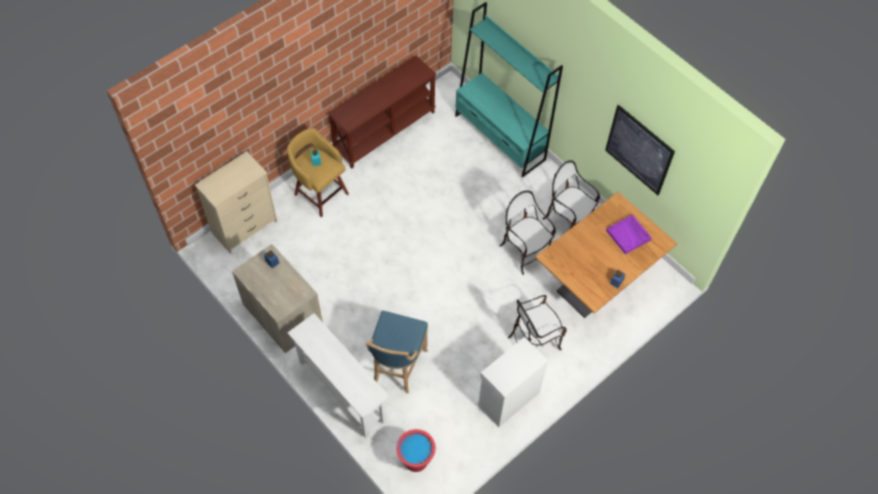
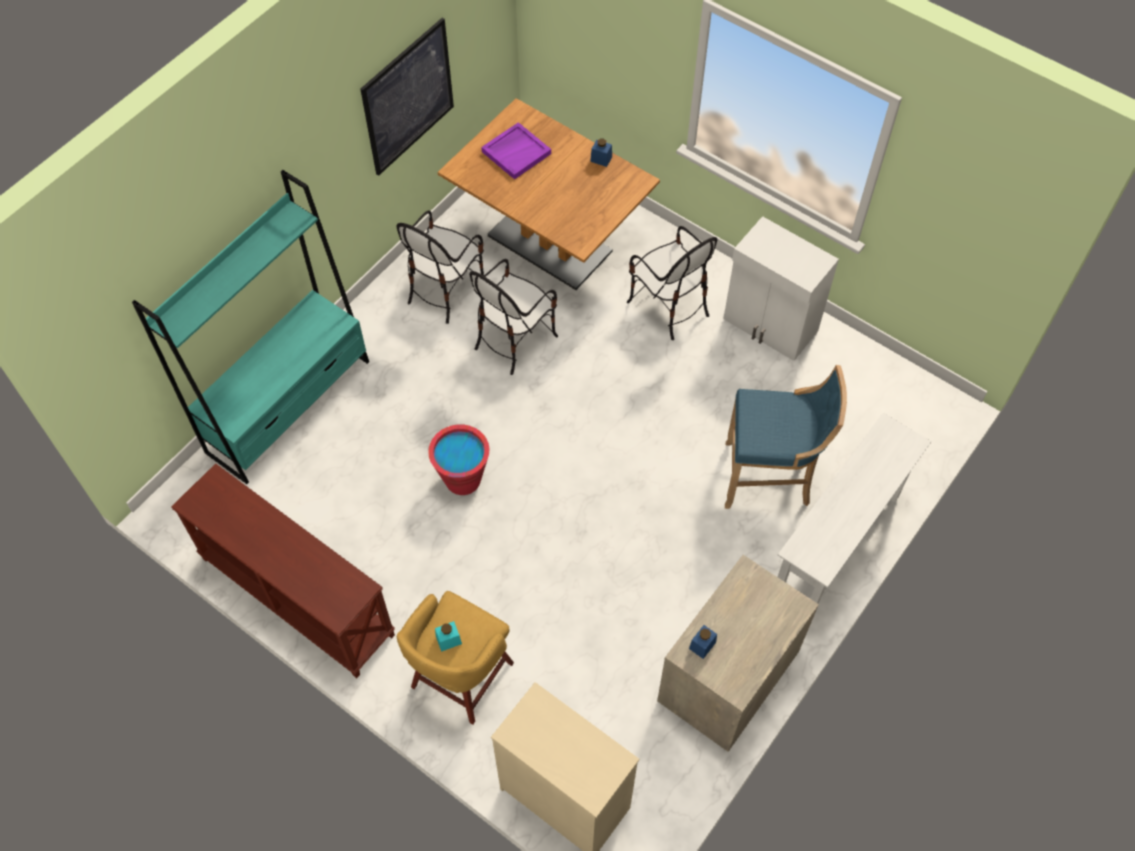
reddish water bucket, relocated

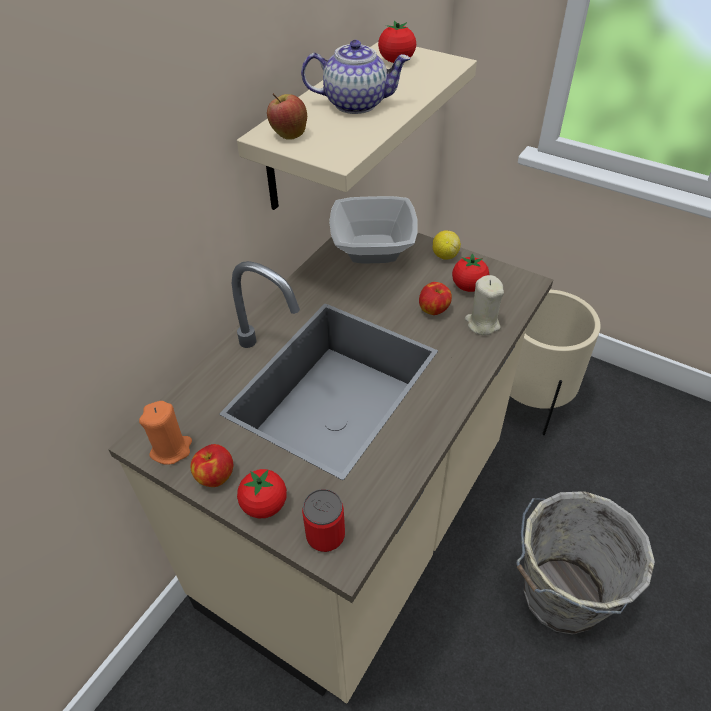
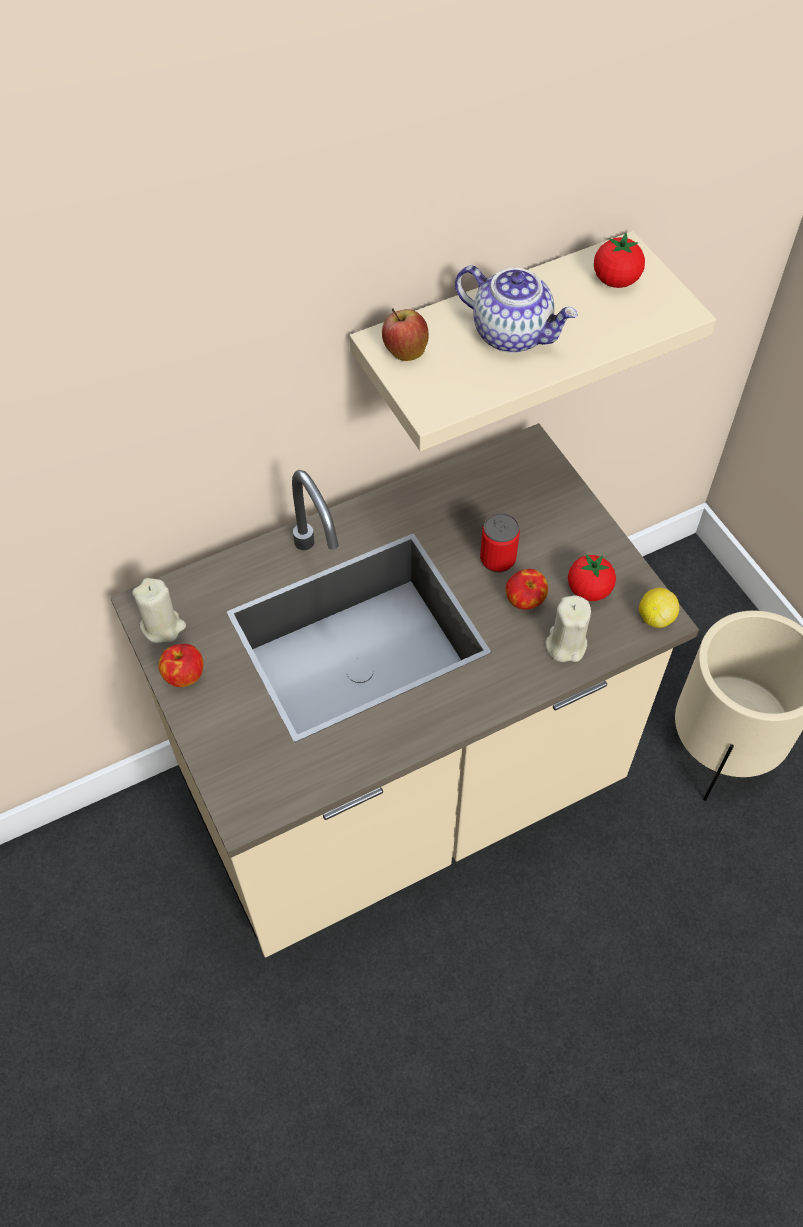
orange-coloured wax candle -> beige-coloured wax candle (no. 1 from left)
metal can, relocated
whole lemon, relocated
whole tomato (no. 1 from left) -> none
deep dish -> none
greyish water bucket -> none

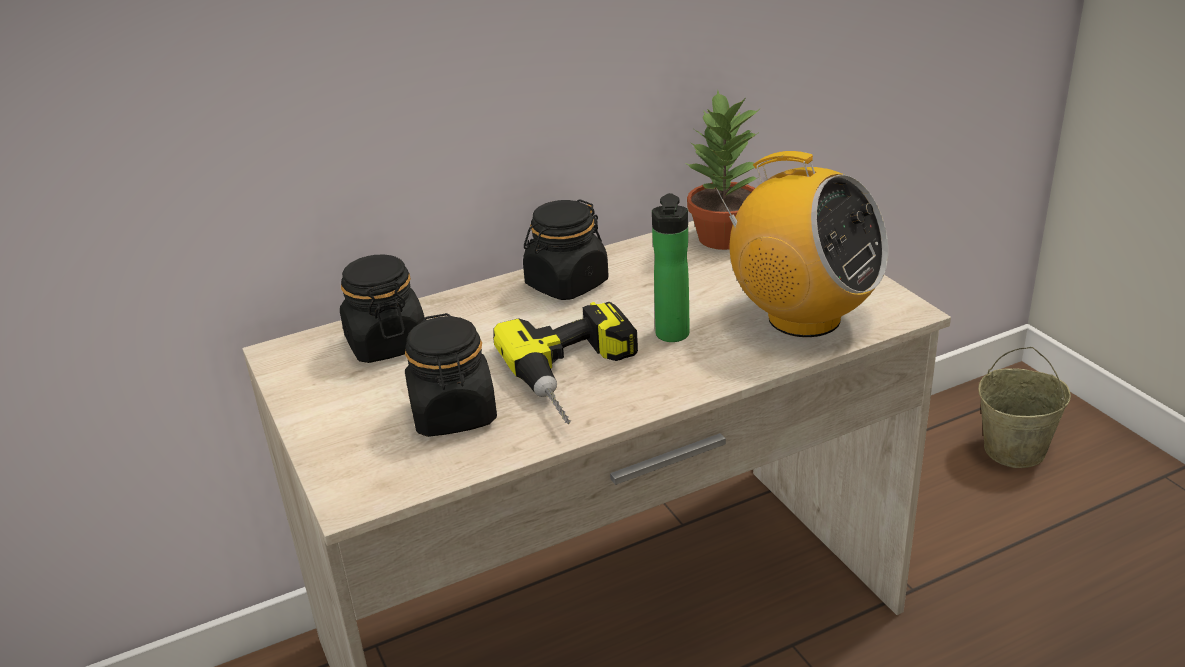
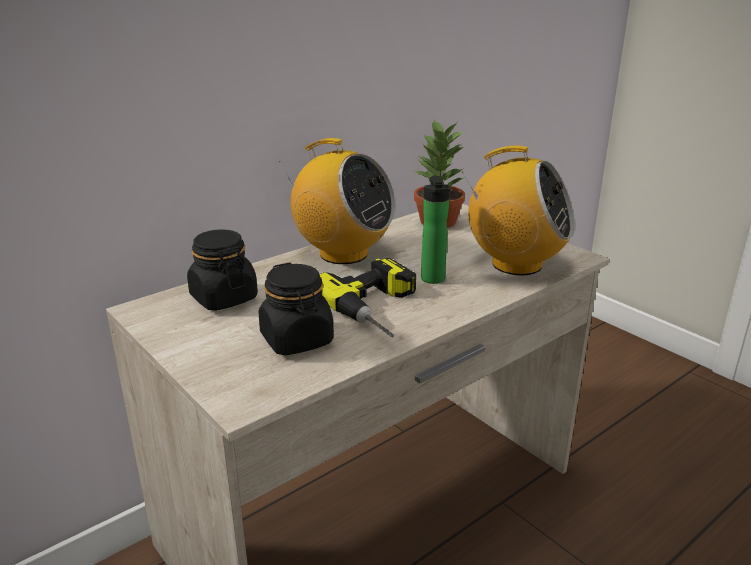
black preserve jar (no. 3 from left) -> radio (no. 1 from left)
beige-coloured water bucket -> none

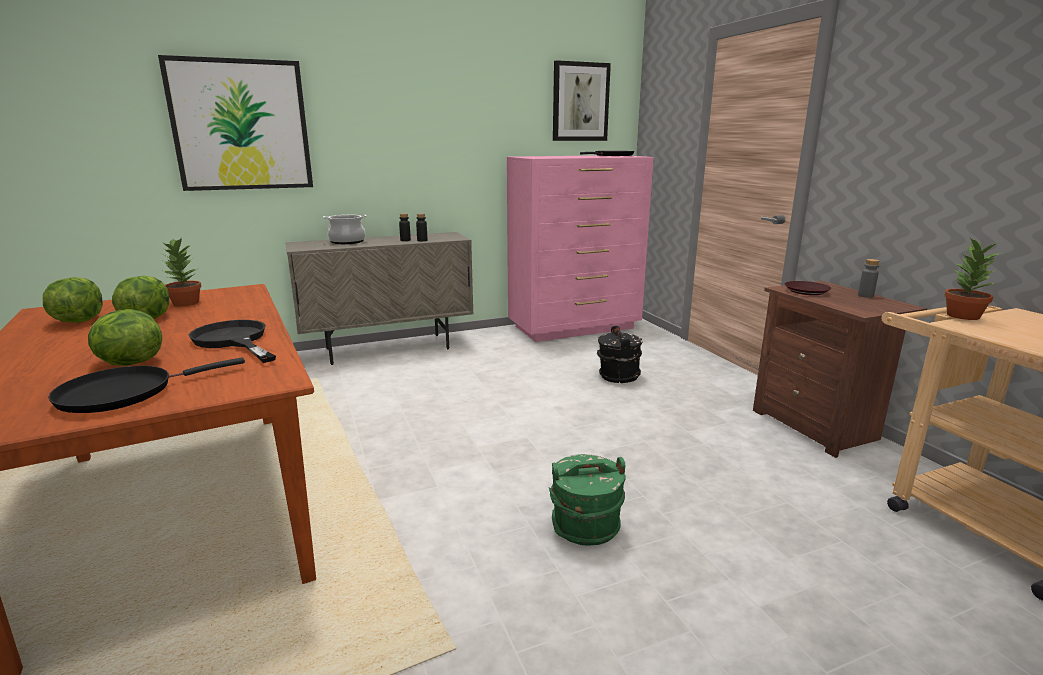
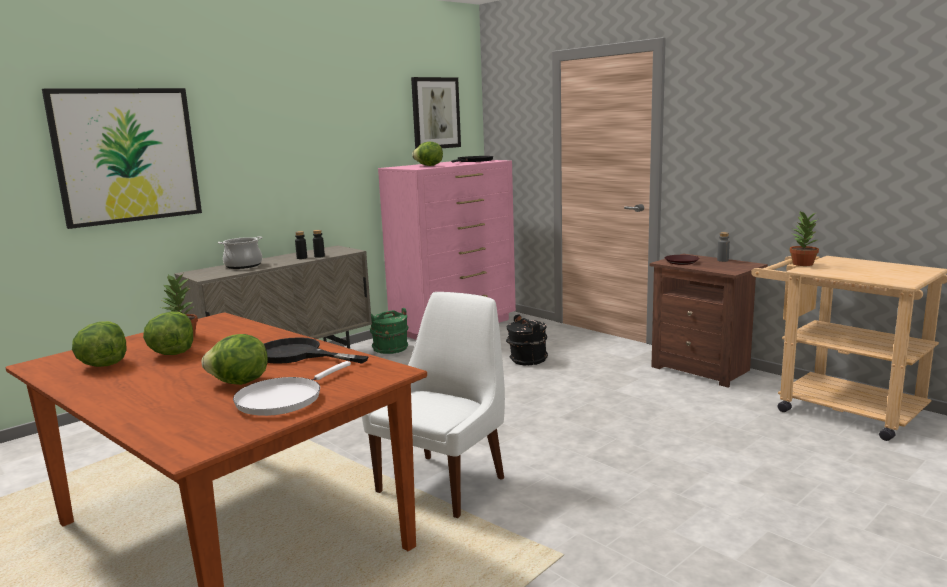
black pan (no. 1 from left) -> white pan
none -> white chair
greenish water bucket, relocated
none -> head of lettuce (no. 4 from left)

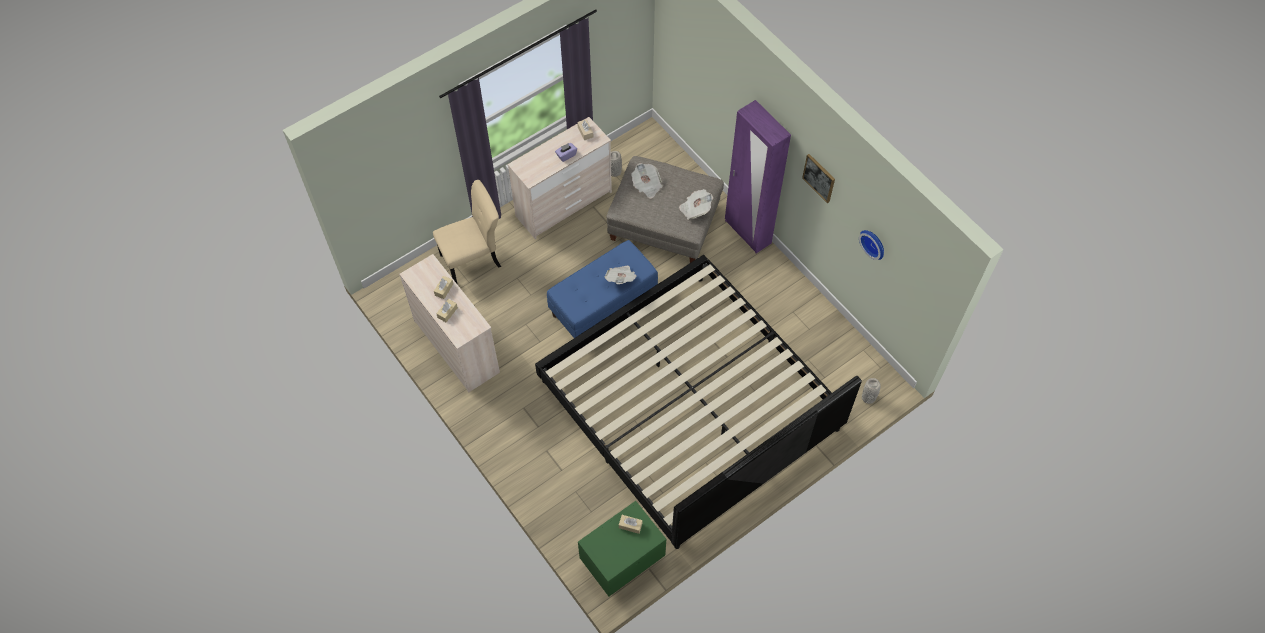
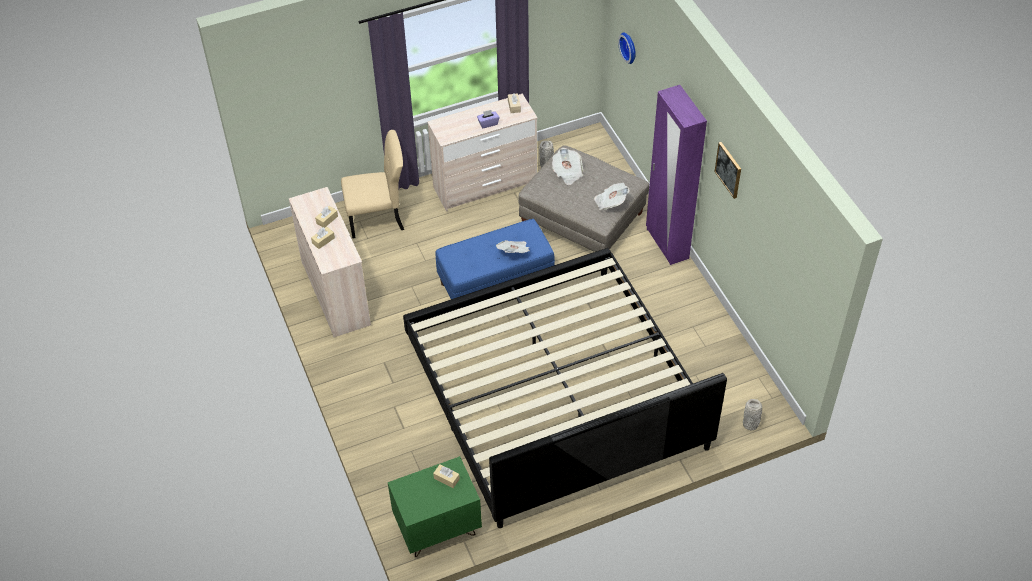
clock on the wall, relocated

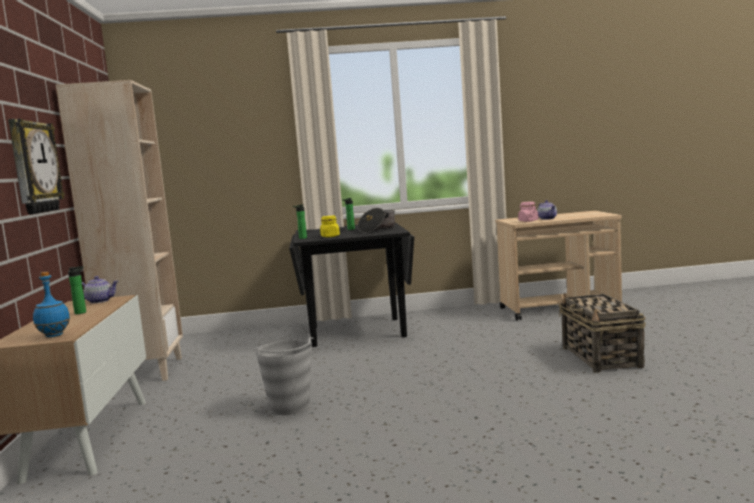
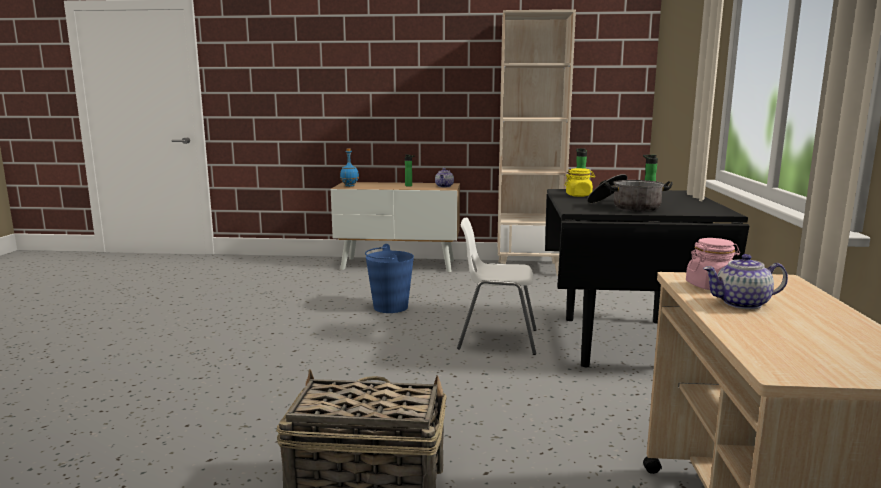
greyish water bucket -> blue water bucket
none -> white chair
clock on the wall -> none

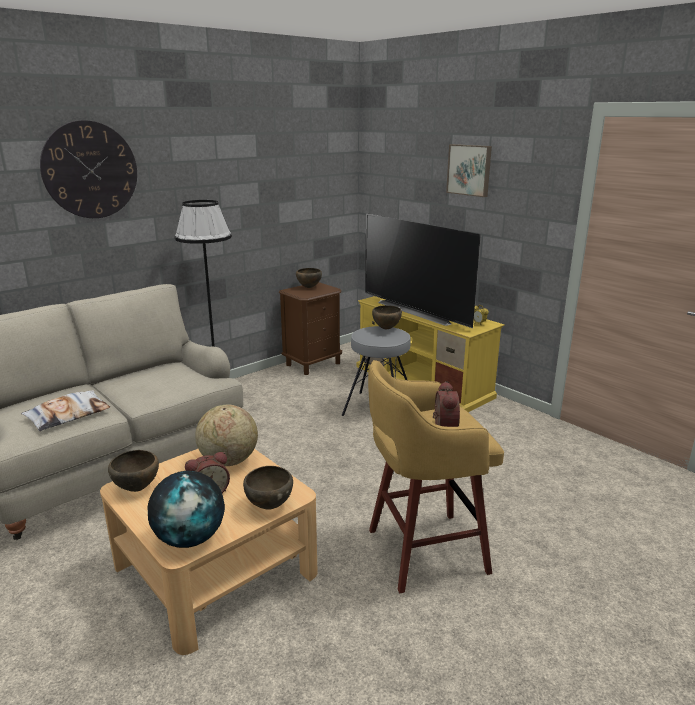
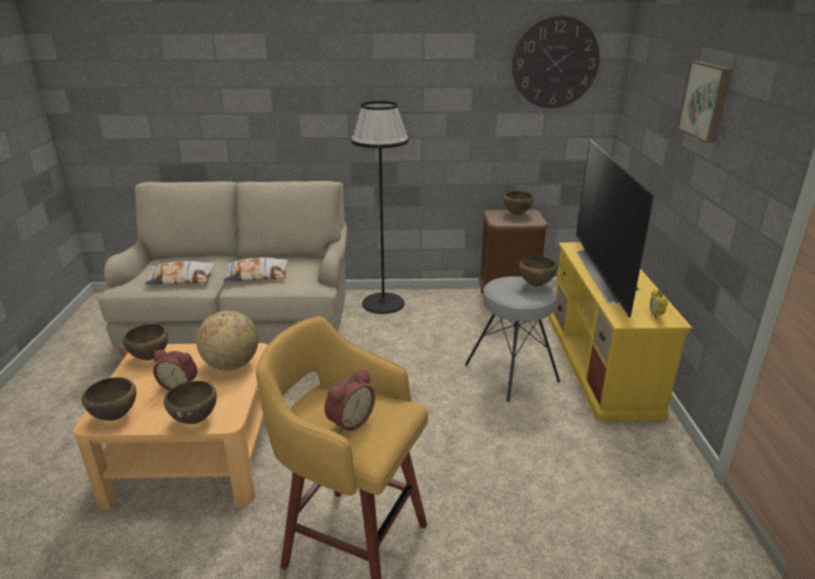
globe (no. 1 from left) -> brown-coloured deep dish (no. 1 from left)
none -> pillow (no. 2 from left)
clock on the wall, relocated

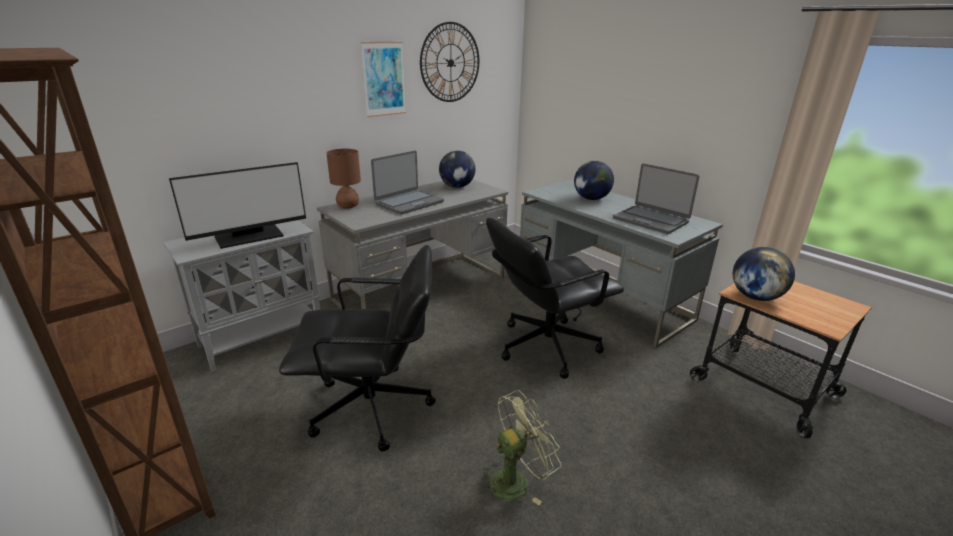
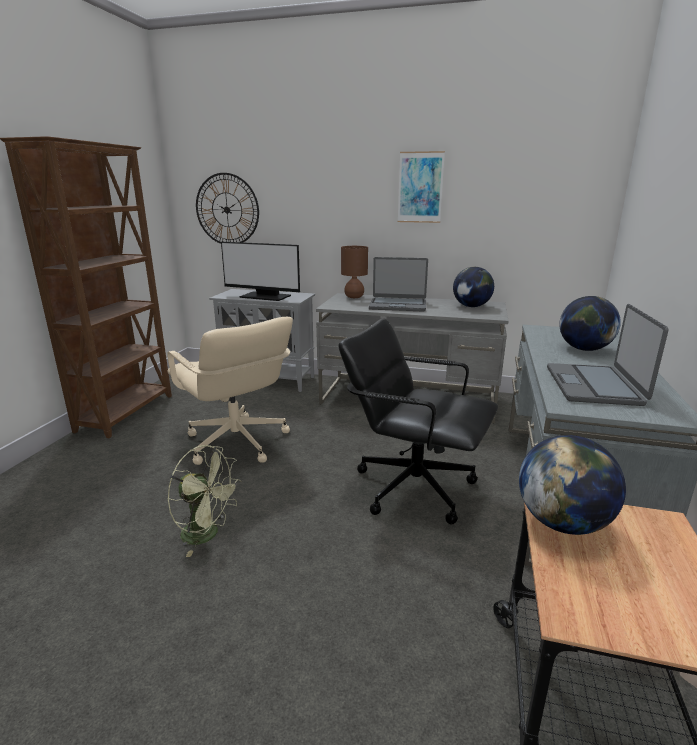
black computer chair (no. 1 from left) -> beige-coloured computer chair
clock on the wall, relocated

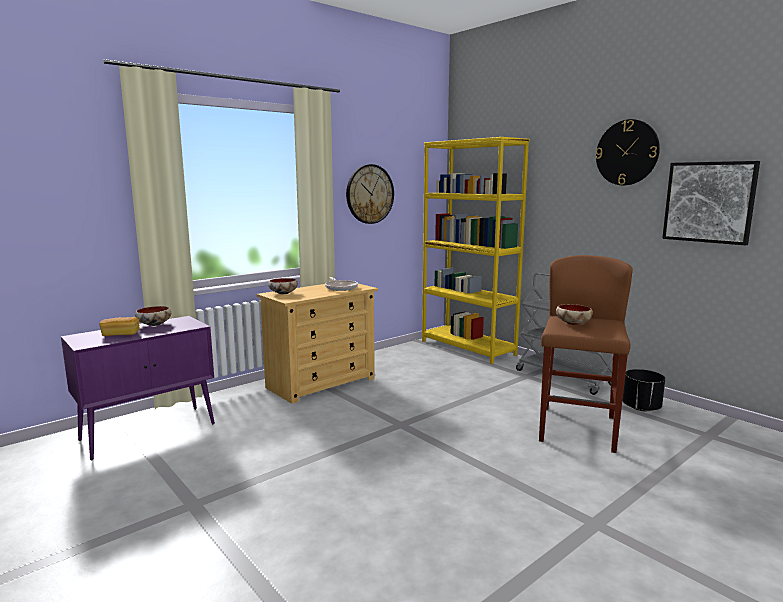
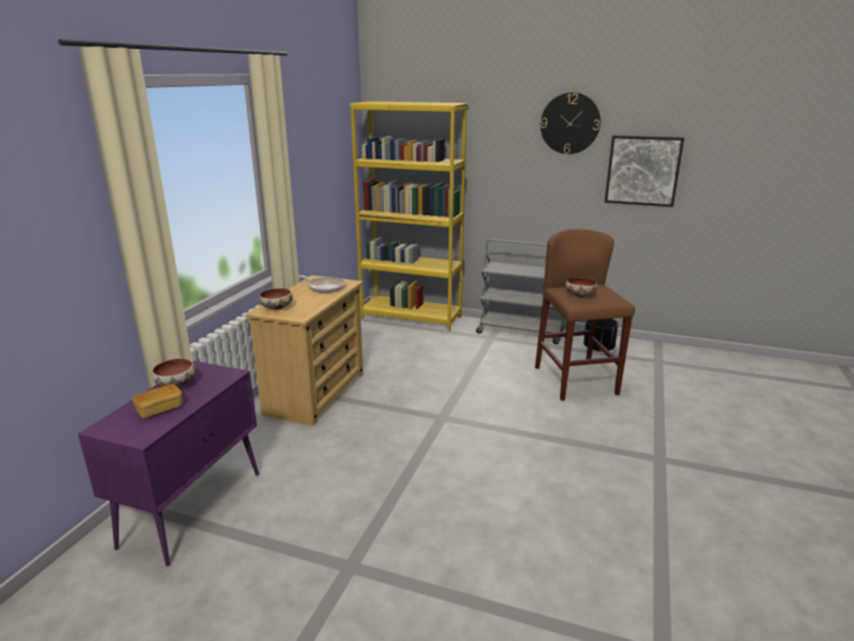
clock on the wall (no. 1 from left) -> none

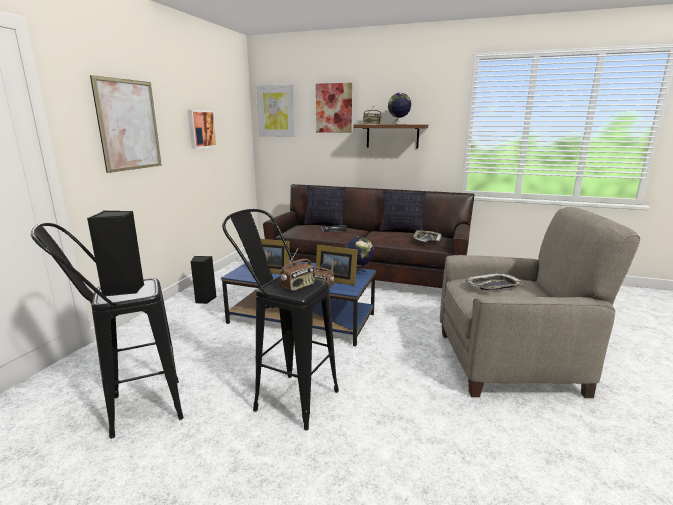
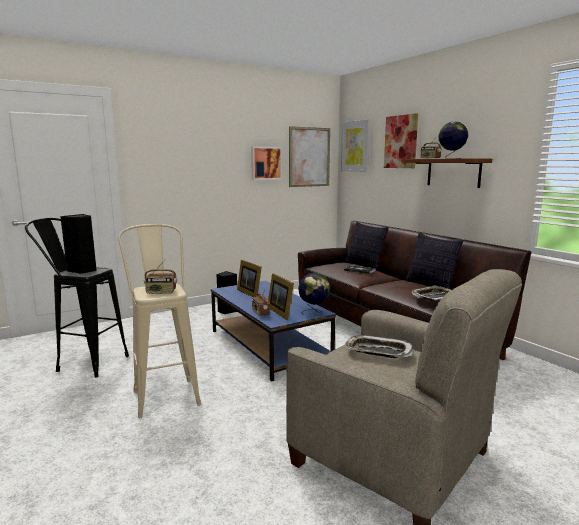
black sitting stool (no. 2 from left) -> beige-coloured sitting stool
picture (no. 1 from left in the first image) -> picture (no. 2 from left), relocated

